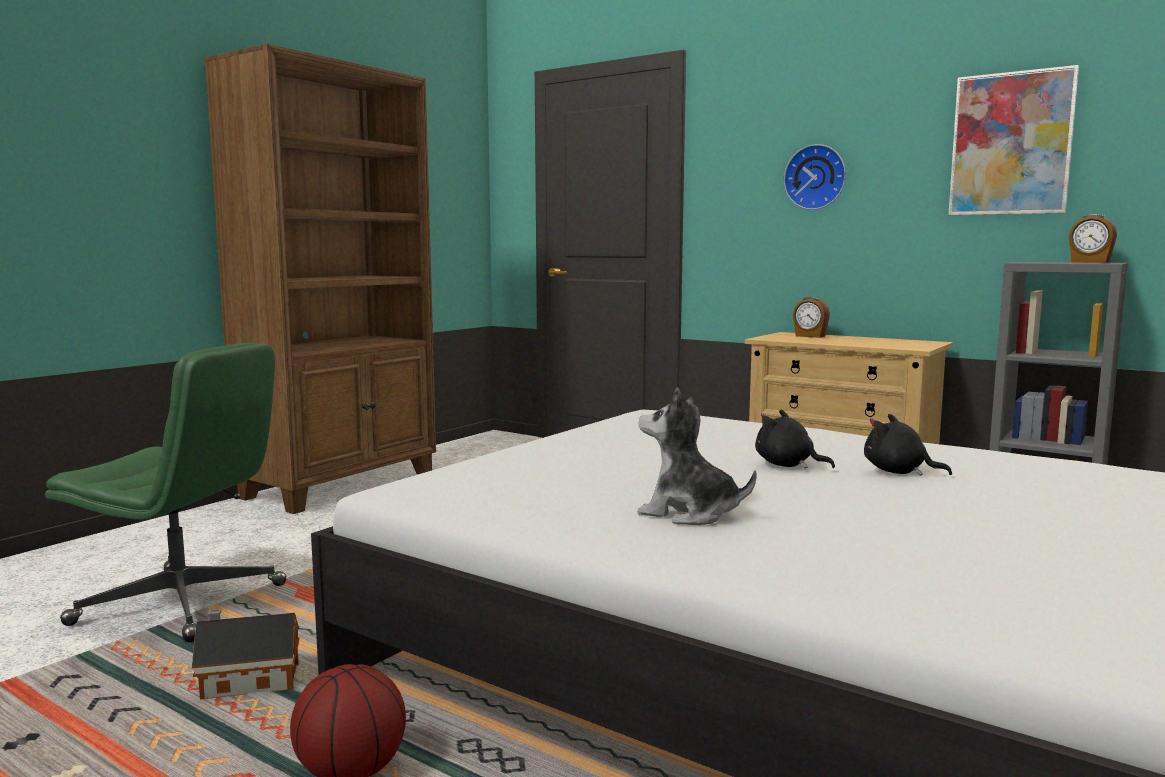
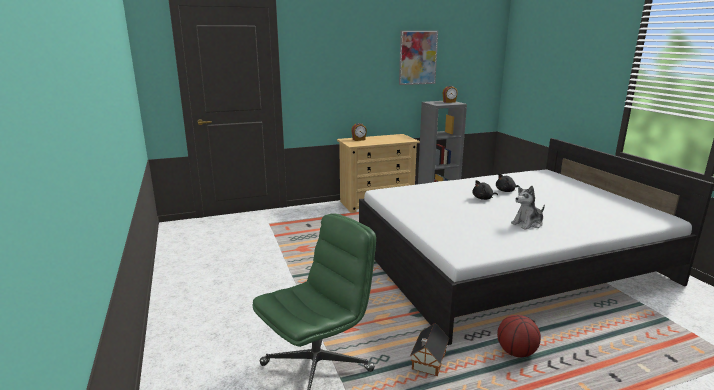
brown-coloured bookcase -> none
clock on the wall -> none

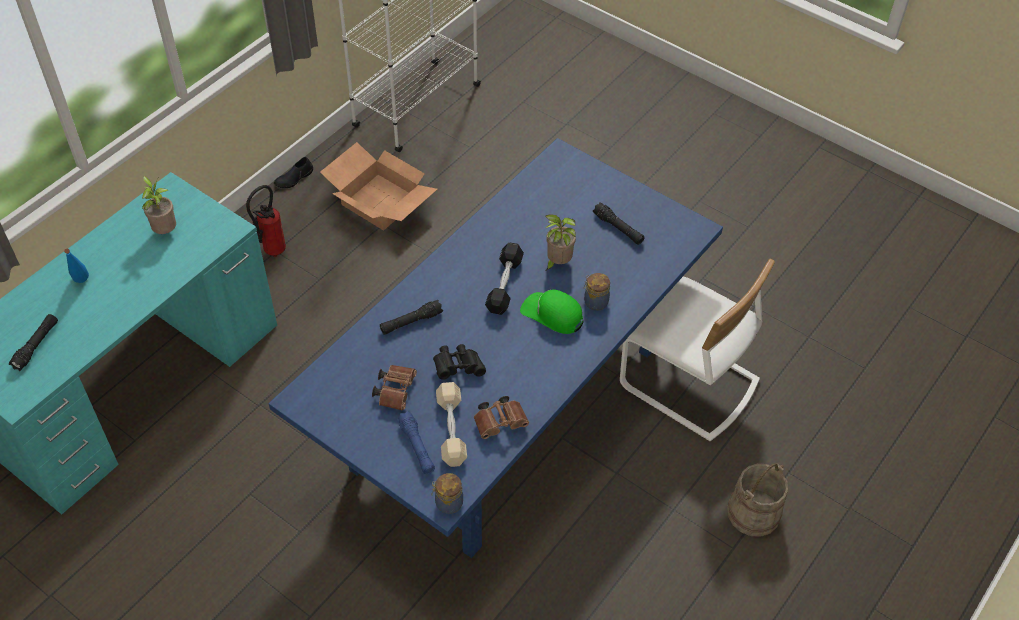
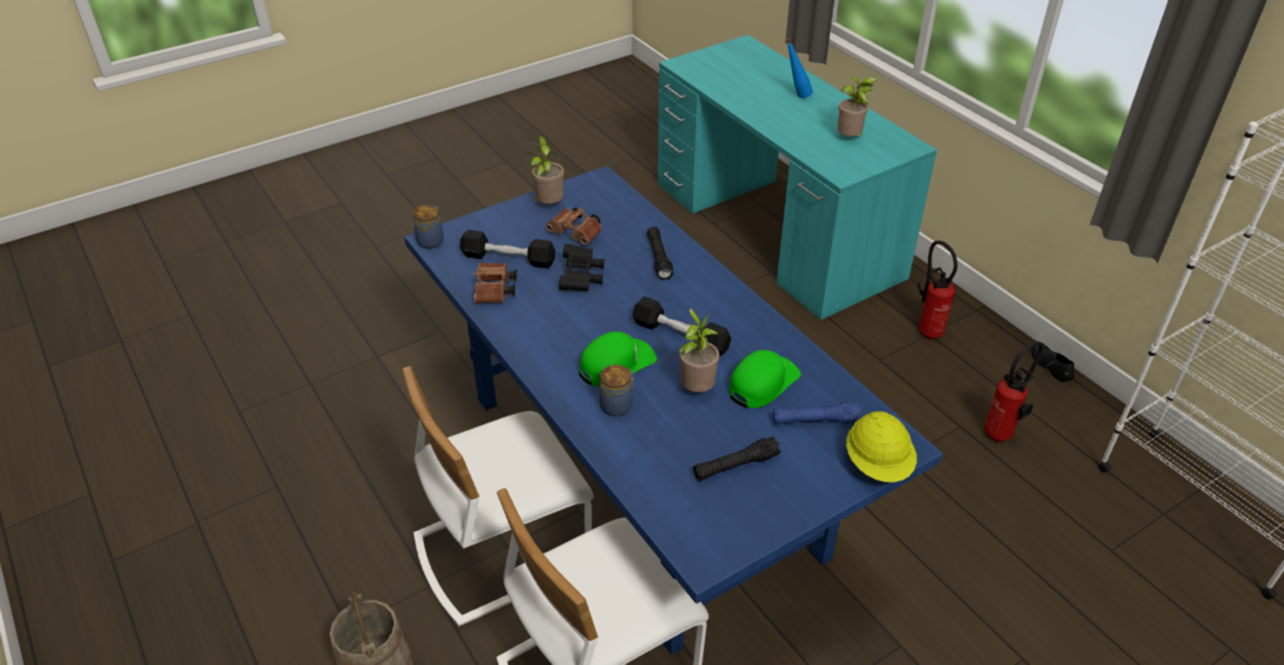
none -> white chair (no. 1 from left)
beige-coloured free weight -> black free weight (no. 1 from left)
none -> houseplant (no. 1 from left)
none -> greenish baseball cap (no. 2 from left)
blue torch, relocated
none -> yellow safety helmet
cardboard box -> fire-fighting cylinder (no. 2 from left)
black torch (no. 1 from left) -> none

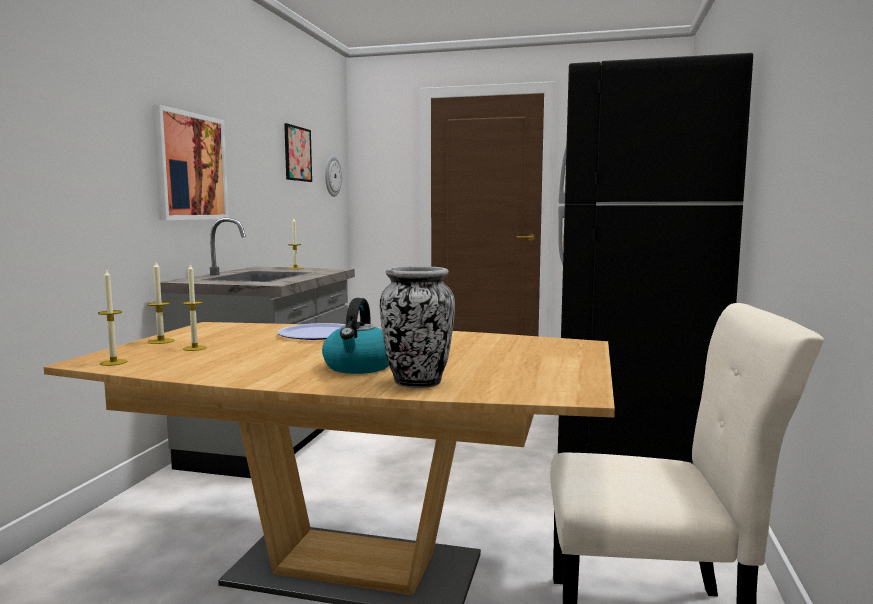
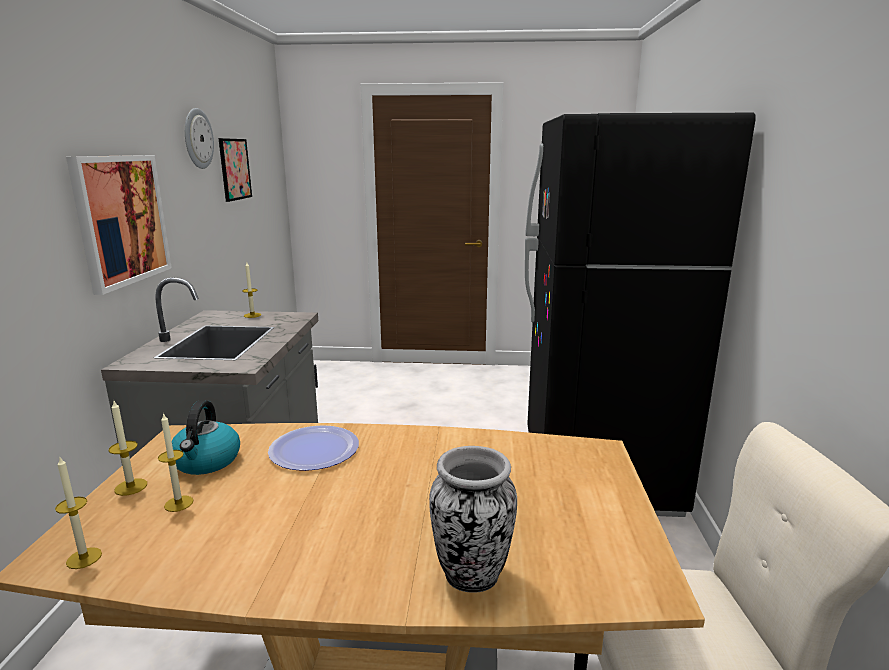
water kettle, relocated
clock on the wall, relocated

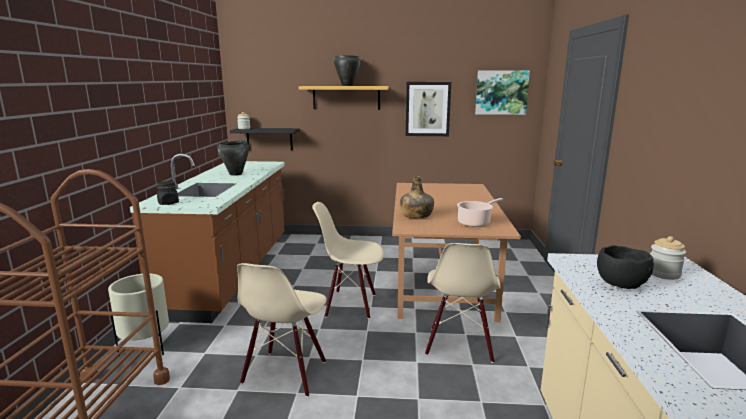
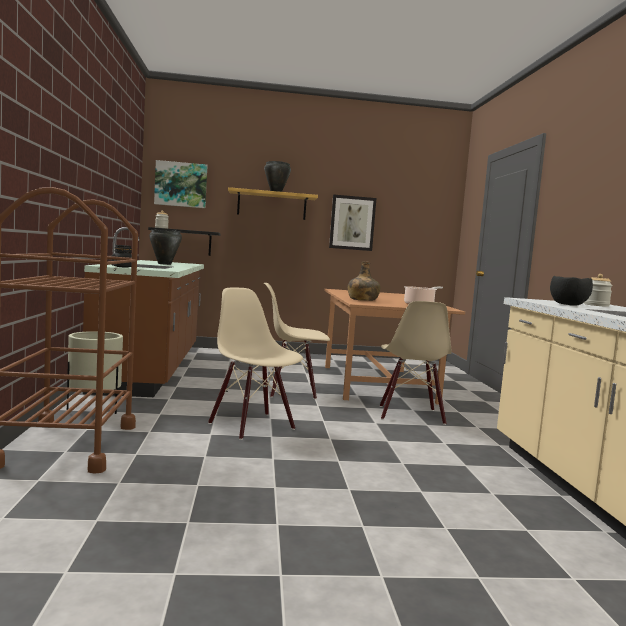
picture (no. 2 from left in the first image) -> picture (no. 1 from left), relocated
beige-coloured chair (no. 1 from left), 135 degrees clockwise

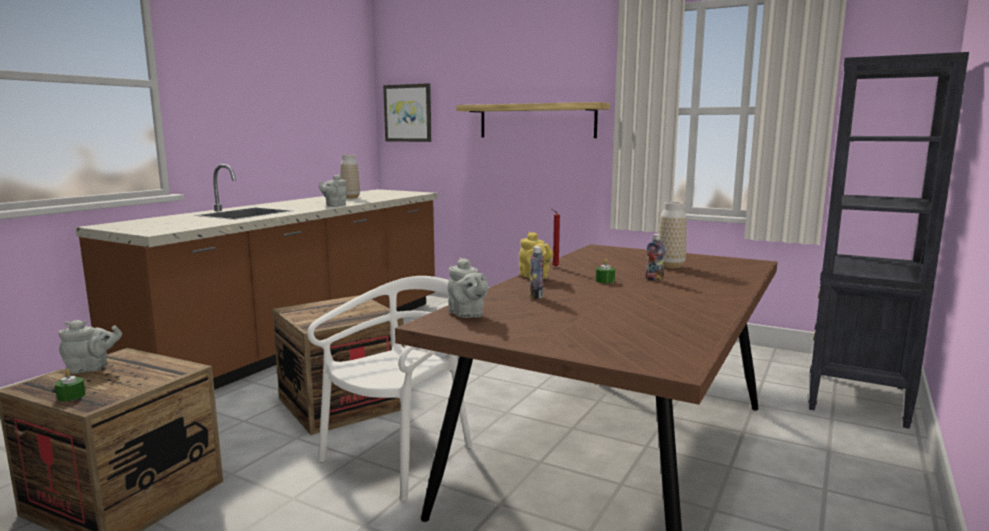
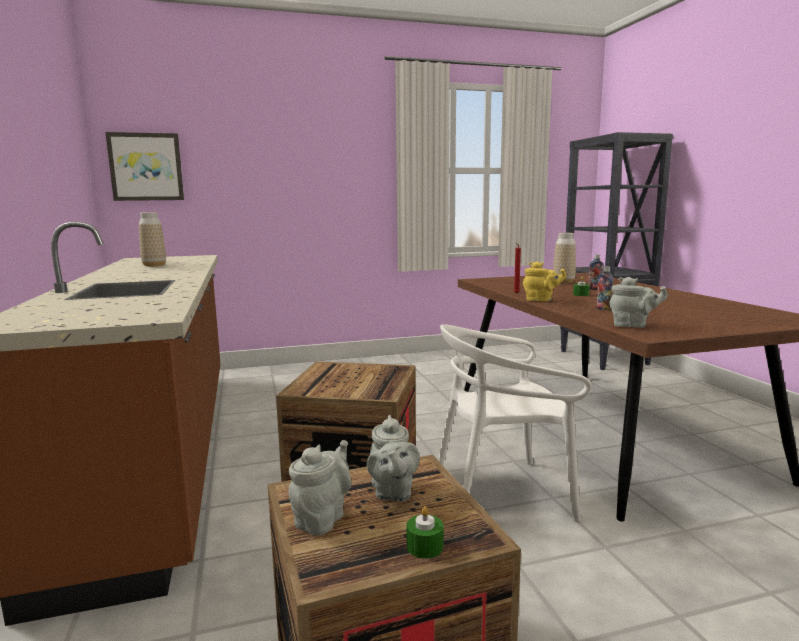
greyish pot for tea (no. 2 from left), relocated
white chair, 90 degrees counterclockwise
shelf -> none

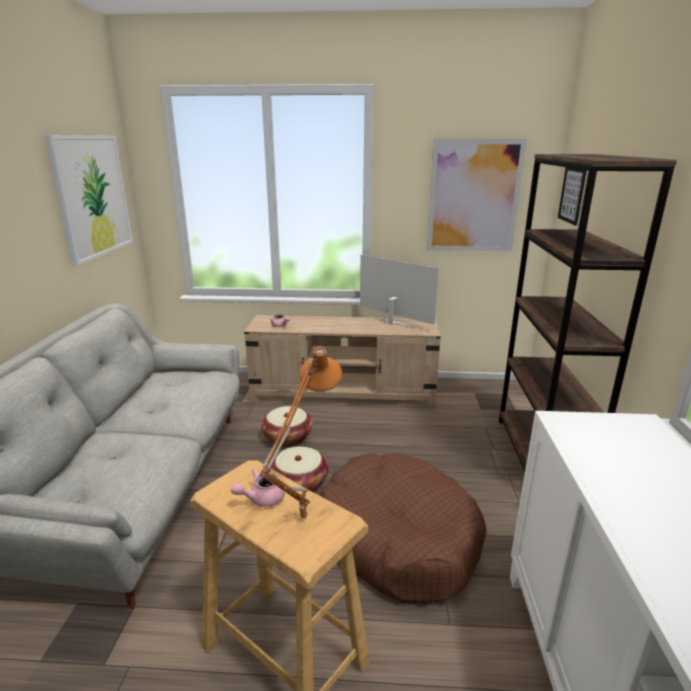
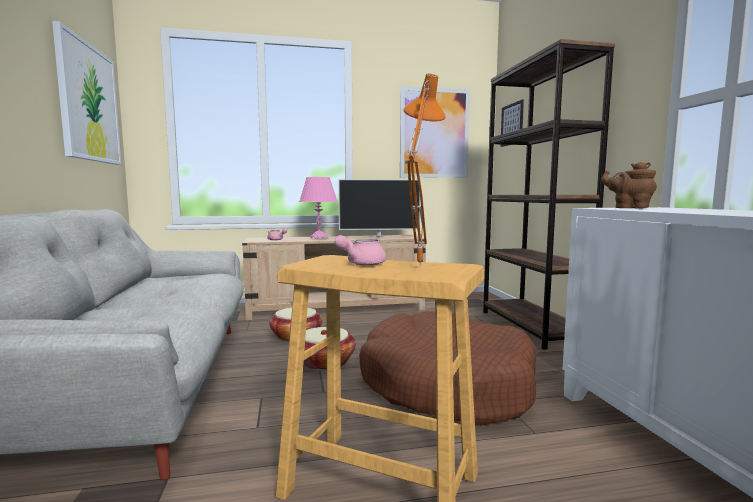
none -> pink-coloured table lamp
TV, 150 degrees clockwise
none -> brown-coloured pot for tea

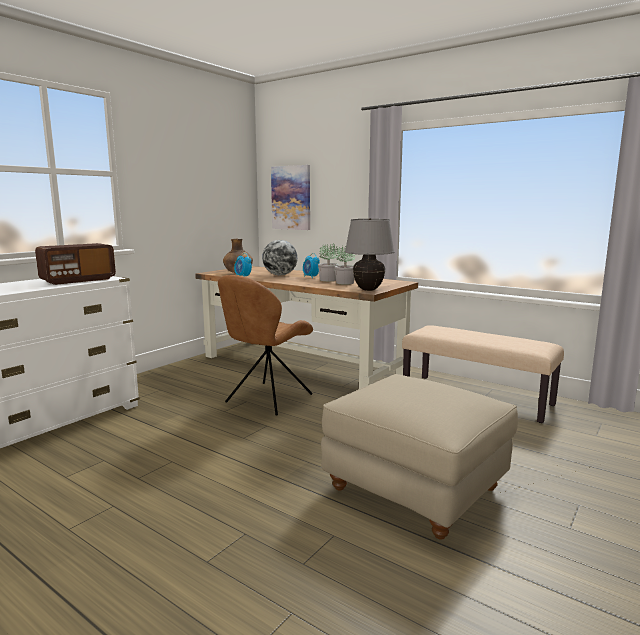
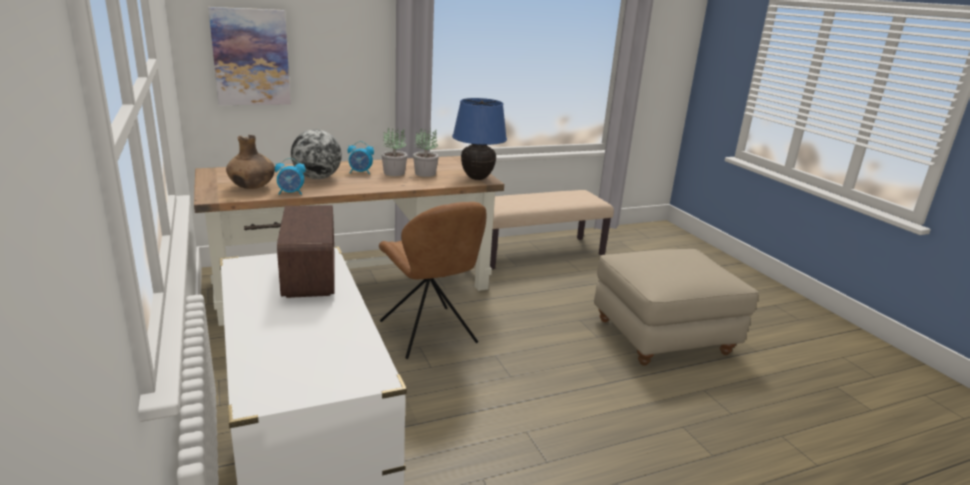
greyish table lamp -> blue table lamp

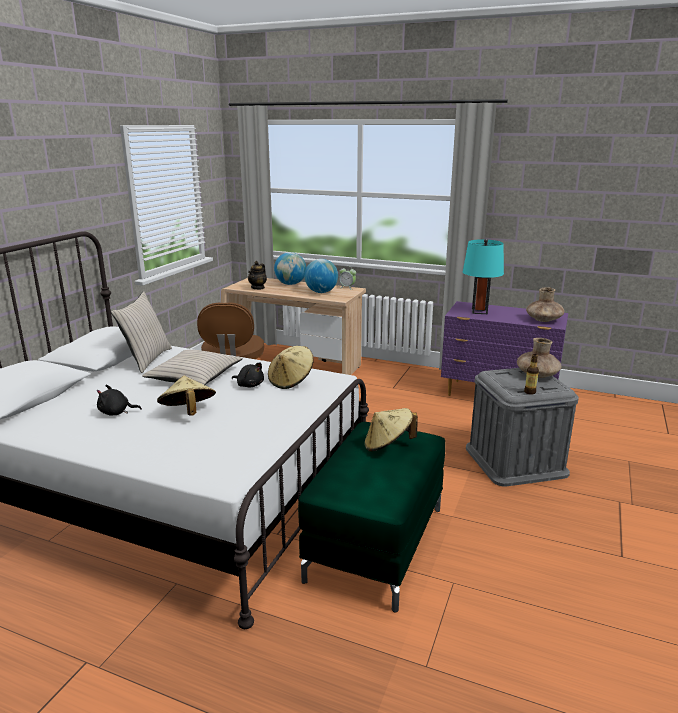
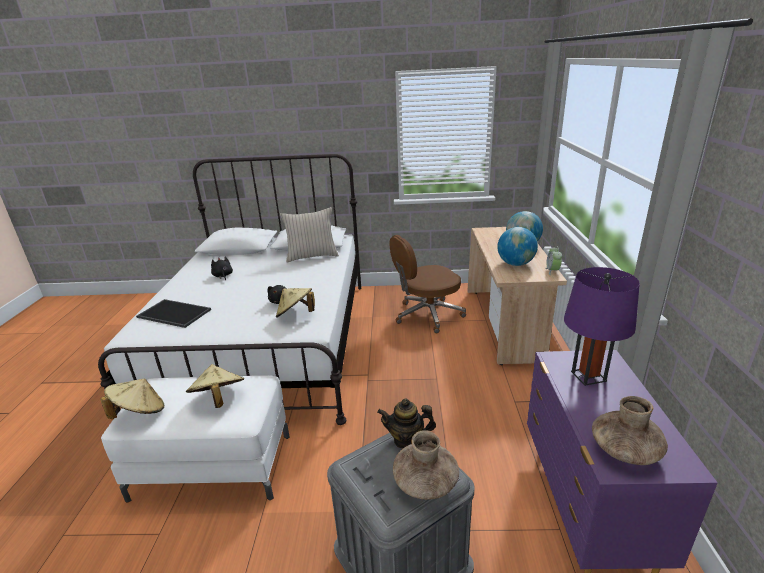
beige-coloured hat (no. 1 from left), relocated
greenish footrest -> white footrest
none -> carrying tray
pot for tea, relocated
blue-green table lamp -> purple-coloured table lamp
beige-coloured pillow (no. 2 from left) -> none
beverage bottle -> none

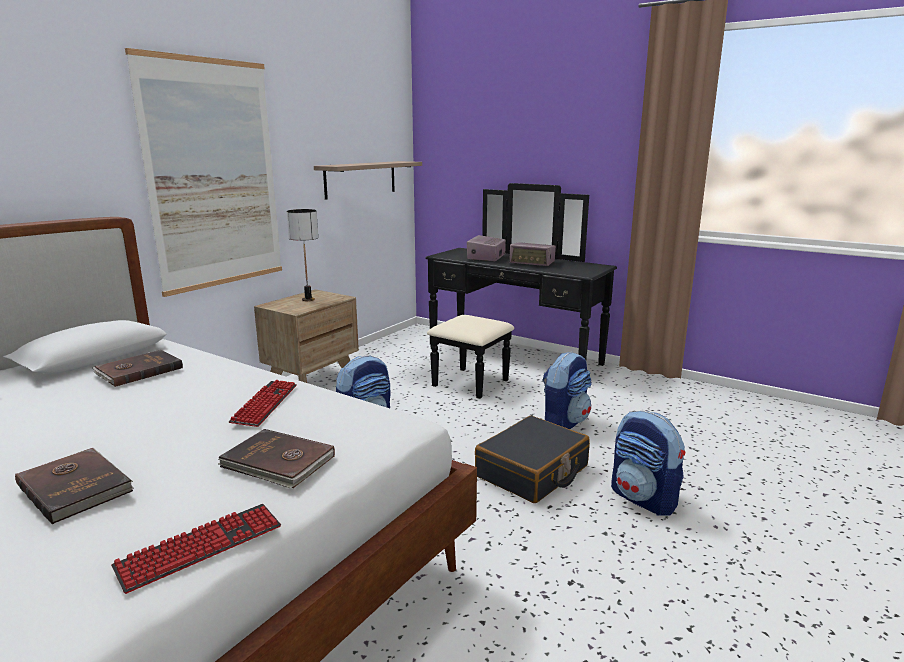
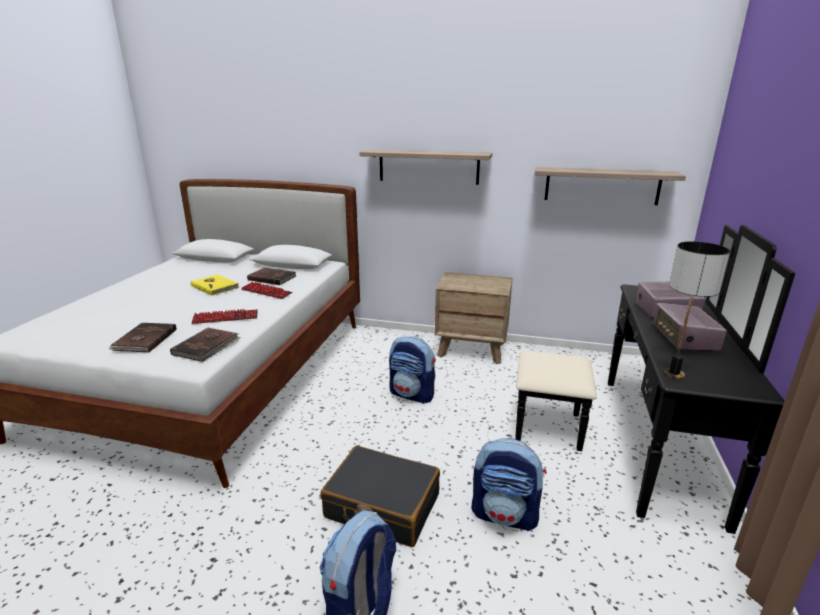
brown-coloured book (no. 1 from left in the first image) -> brown-coloured book (no. 2 from left), relocated
none -> yellow book
computer keyboard (no. 1 from left in the first image) -> computer keyboard (no. 2 from left), relocated
picture -> shelf (no. 1 from left)
table lamp, relocated

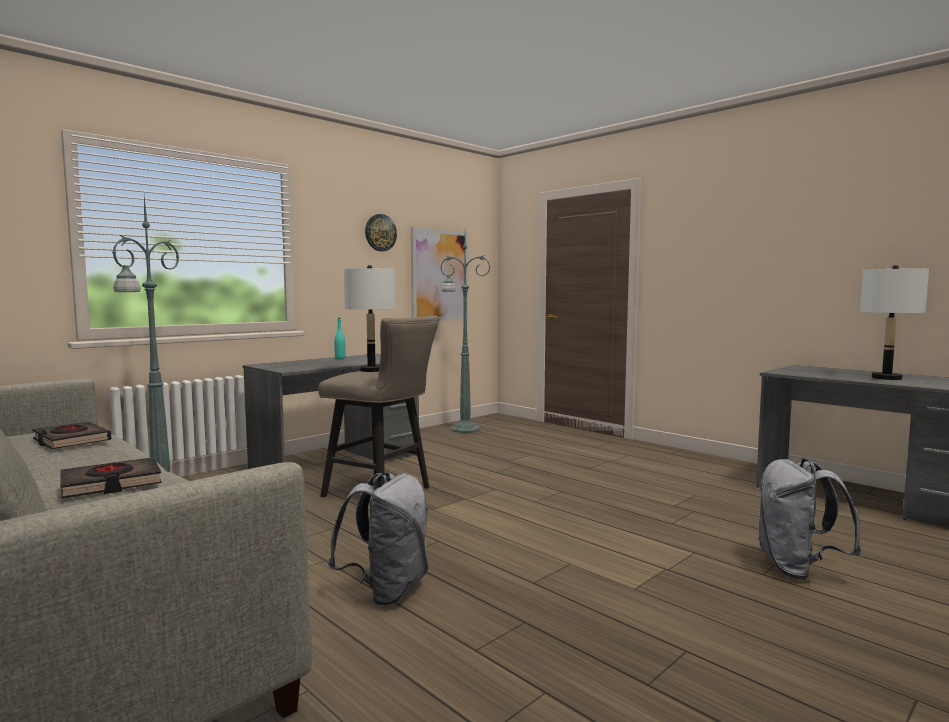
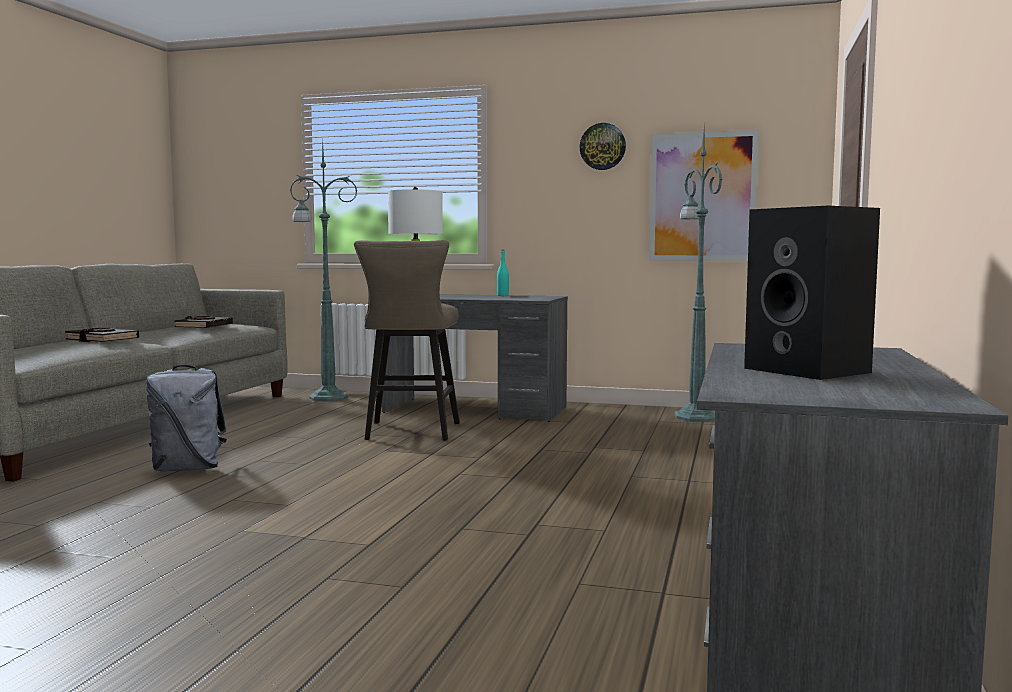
white table lamp (no. 2 from left) -> black audio speaker
greyish backpack (no. 2 from left) -> none

